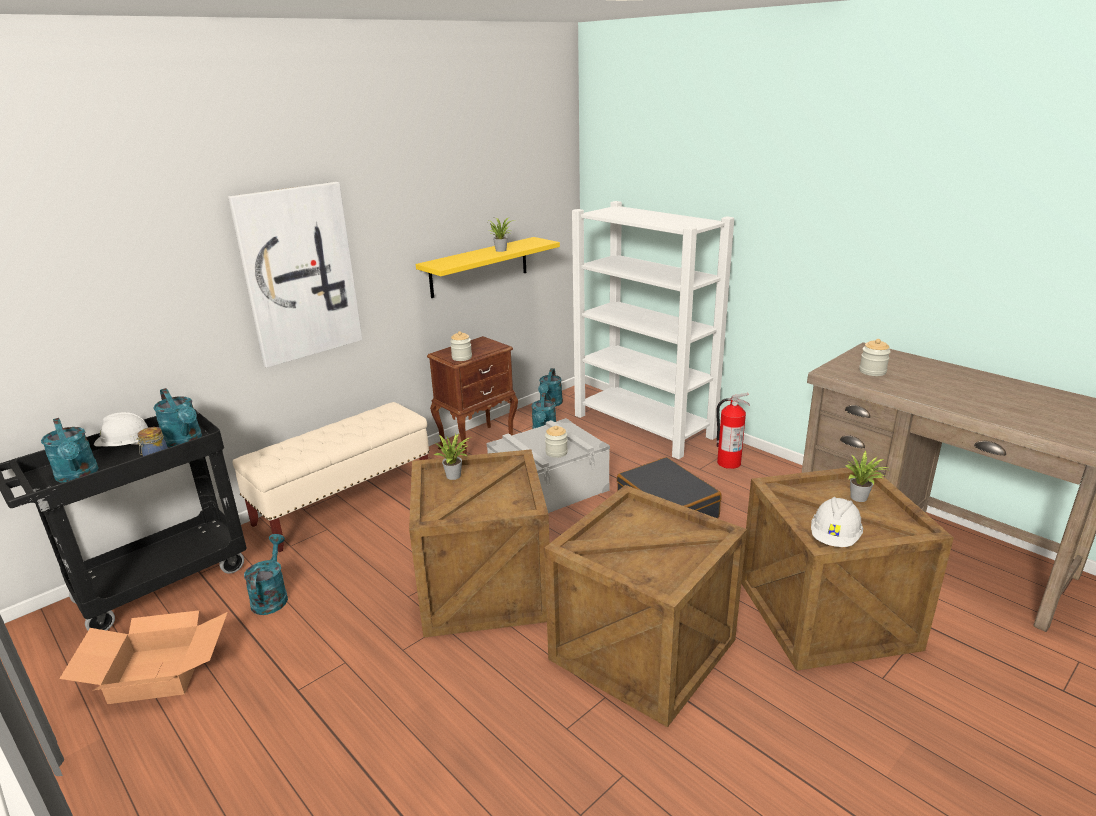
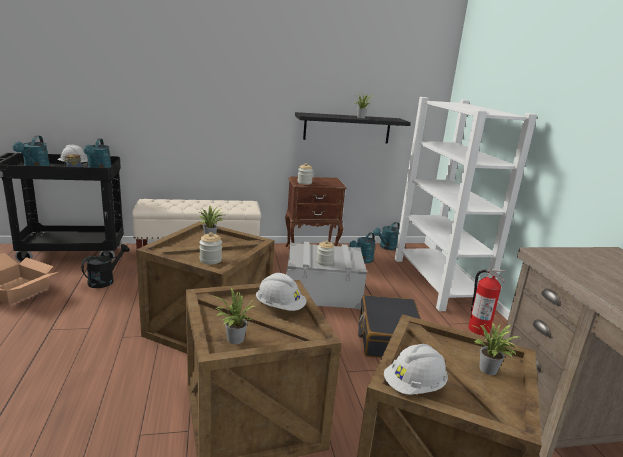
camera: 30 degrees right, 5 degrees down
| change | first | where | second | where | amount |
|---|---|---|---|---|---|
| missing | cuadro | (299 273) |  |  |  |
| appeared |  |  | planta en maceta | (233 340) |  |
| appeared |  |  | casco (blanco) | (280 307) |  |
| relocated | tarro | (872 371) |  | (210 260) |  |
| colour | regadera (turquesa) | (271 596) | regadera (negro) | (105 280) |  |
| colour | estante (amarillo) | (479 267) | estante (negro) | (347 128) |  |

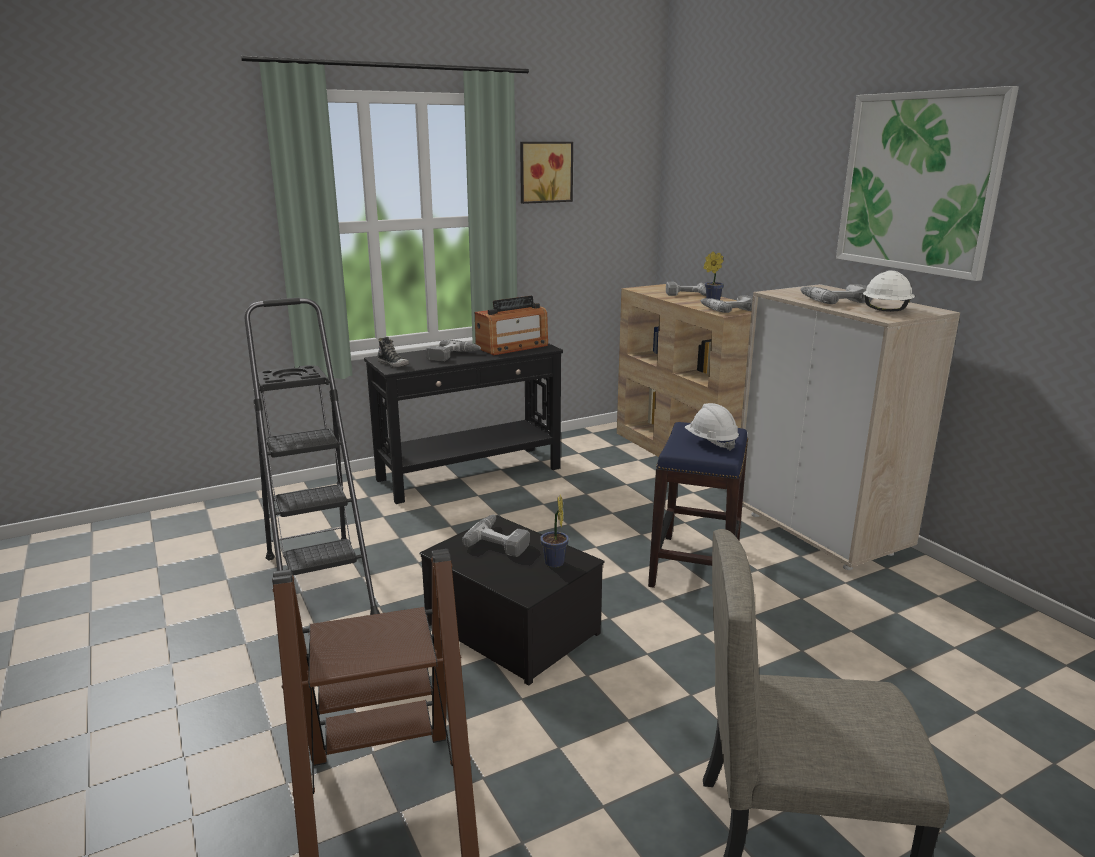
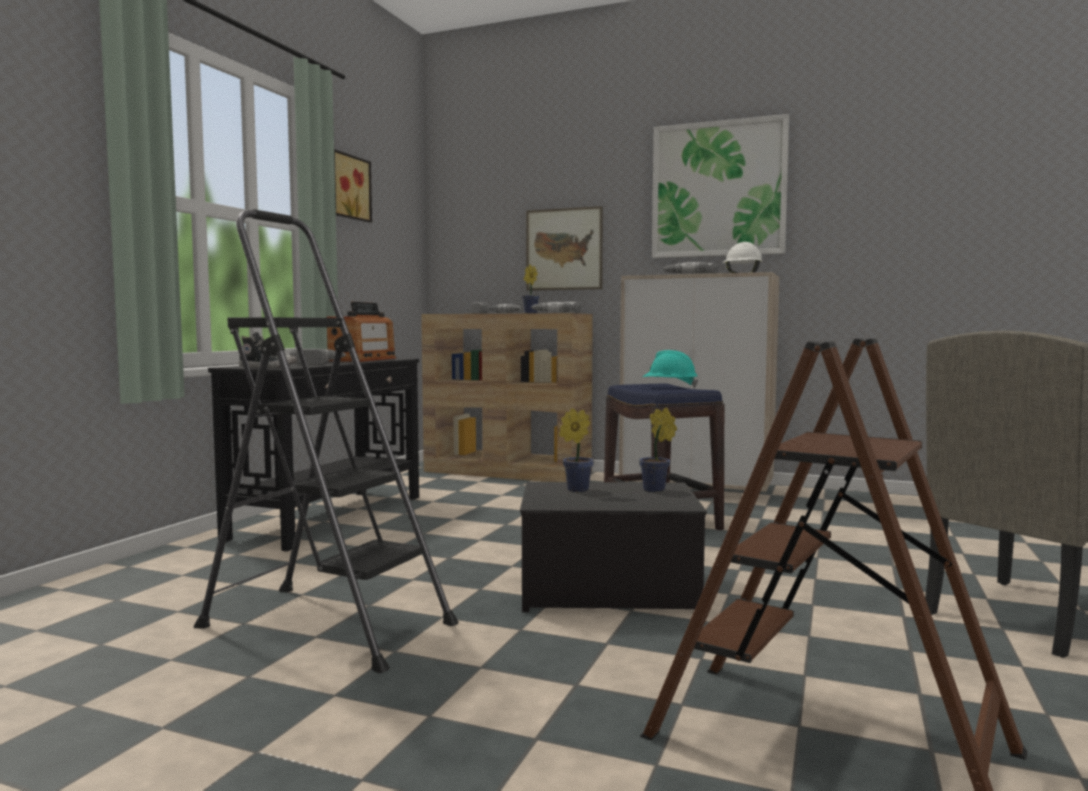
camera: 40 degrees left, 15 degrees down
| change | first | where | second | where | amount |
|---|---|---|---|---|---|
| appeared |  |  | cuadro | (564 249) |  |
| exchanged | taladro | (501 540) | planta en maceta | (575 490) |  |
| colour | casco (blanco) | (710 442) | casco (turquesa) | (669 387) |  |

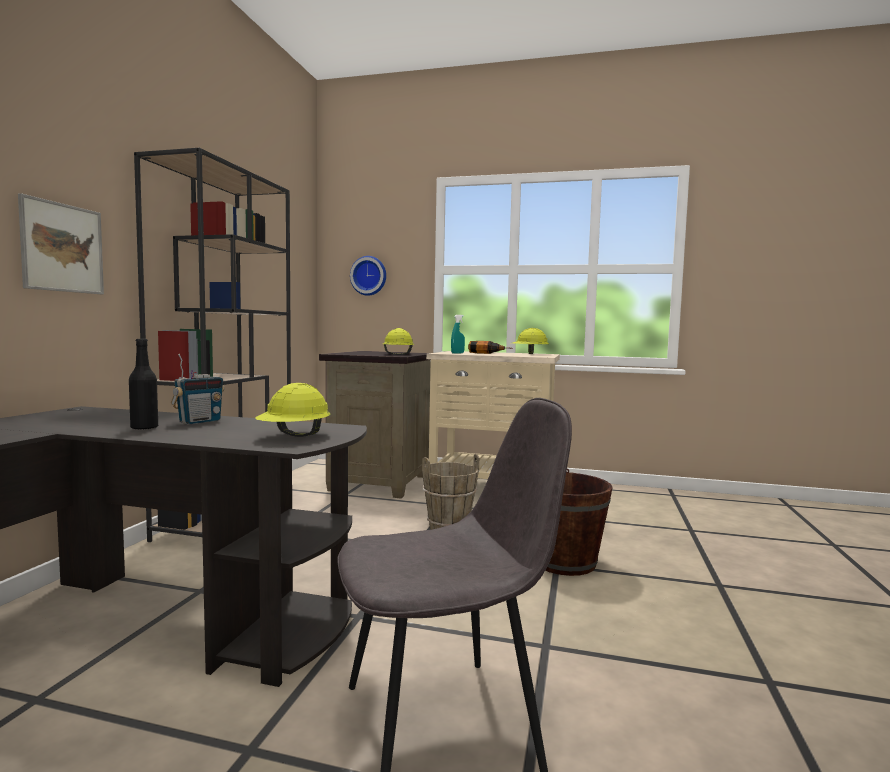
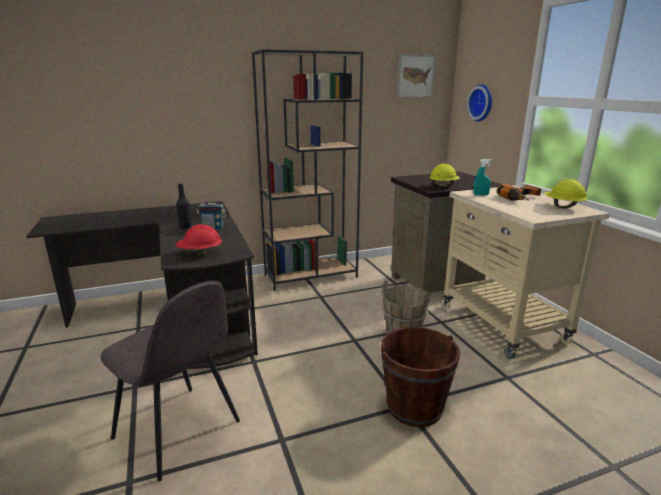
camera: 55 degrees right, 15 degrees up
| change | first | where | second | where | amount |
|---|---|---|---|---|---|
| relocated | cuadro | (62 248) |  | (415 76) |  |
| colour | casco (amarillo) | (294 436) | casco (rojo) | (200 253) |  |

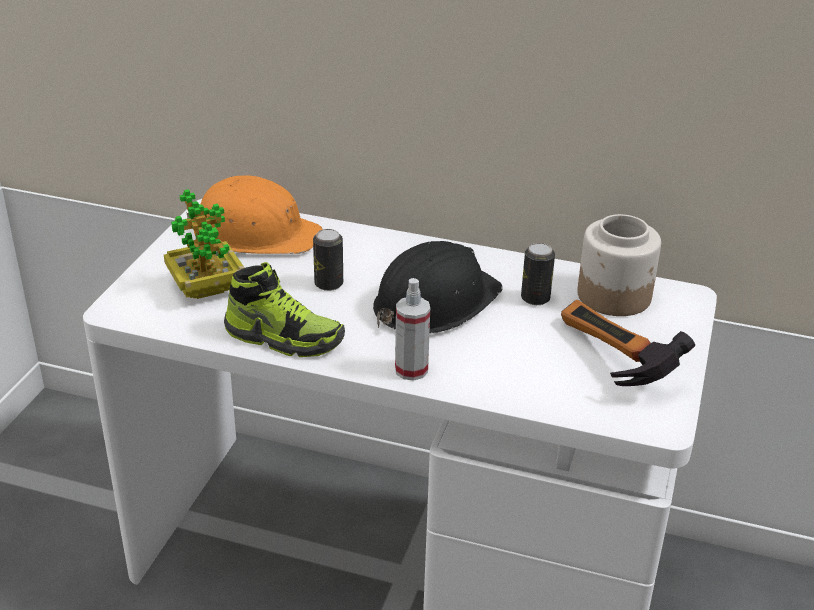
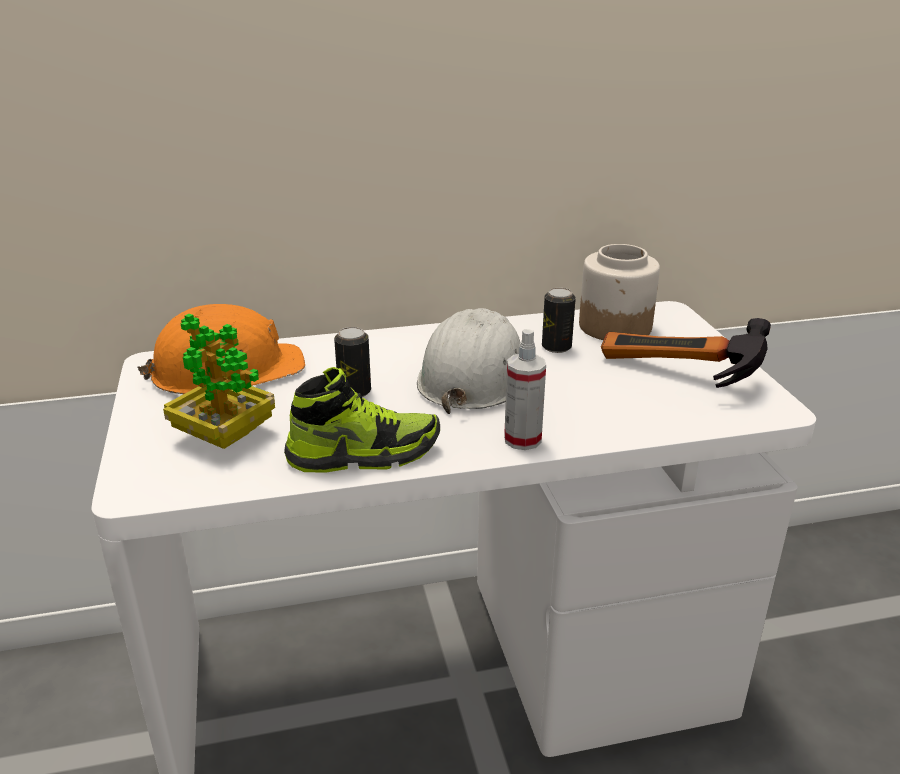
camera: 30 degrees left, 5 degrees down
| change | first | where | second | where | amount |
|---|---|---|---|---|---|
| colour | casco (negro) | (434 302) | casco (blanco) | (474 376) |  |

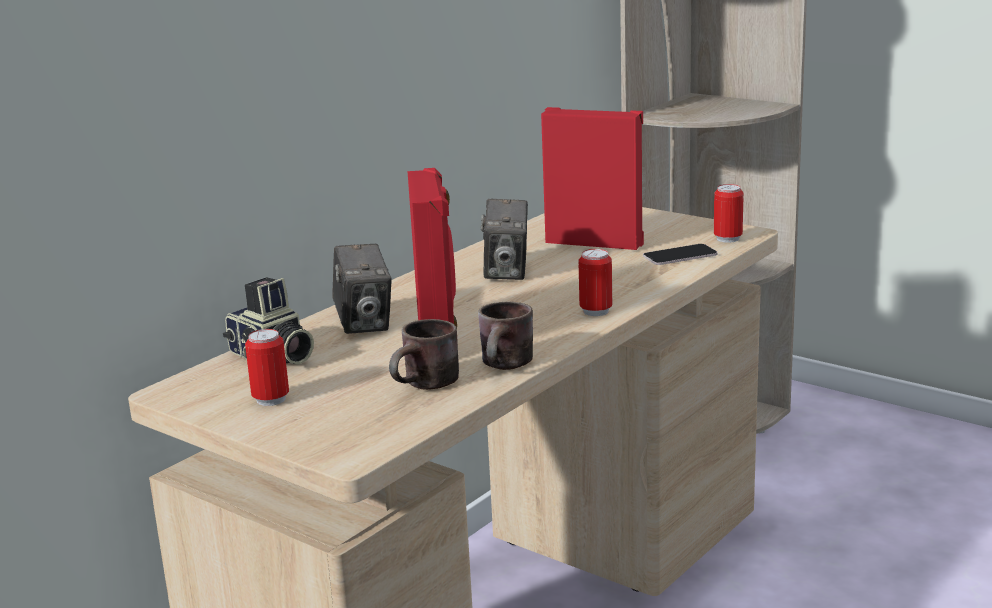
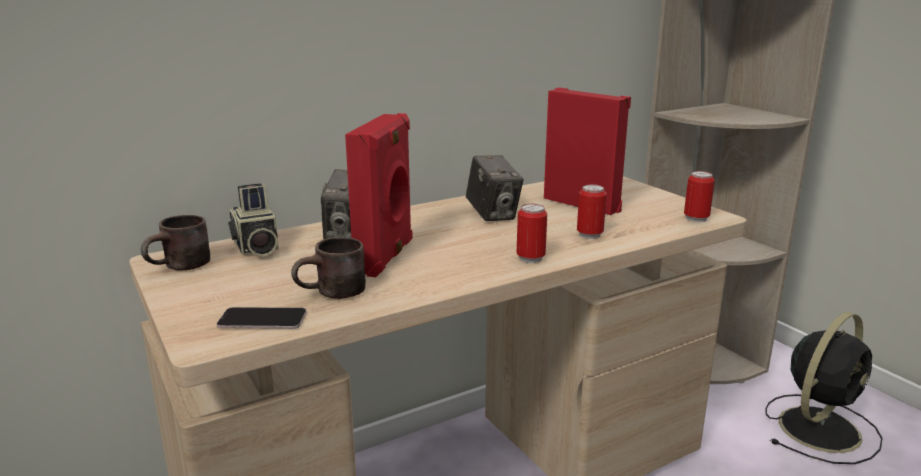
camera: 20 degrees right, 0 degrees up
| change | first | where | second | where | amount |
|---|---|---|---|---|---|
| appeared |  |  | ventilador (negro) | (820 428) |  |
| relocated | lata | (271 399) |  | (589 235) |  |
| relocated | taza grande (marrón) | (509 366) |  | (182 268) |  |
| relocated | móvil | (680 256) |  | (262 320) |  |
| spun | cámara | (507 272) |  | (493 215) | 45 degrees counterclockwise |

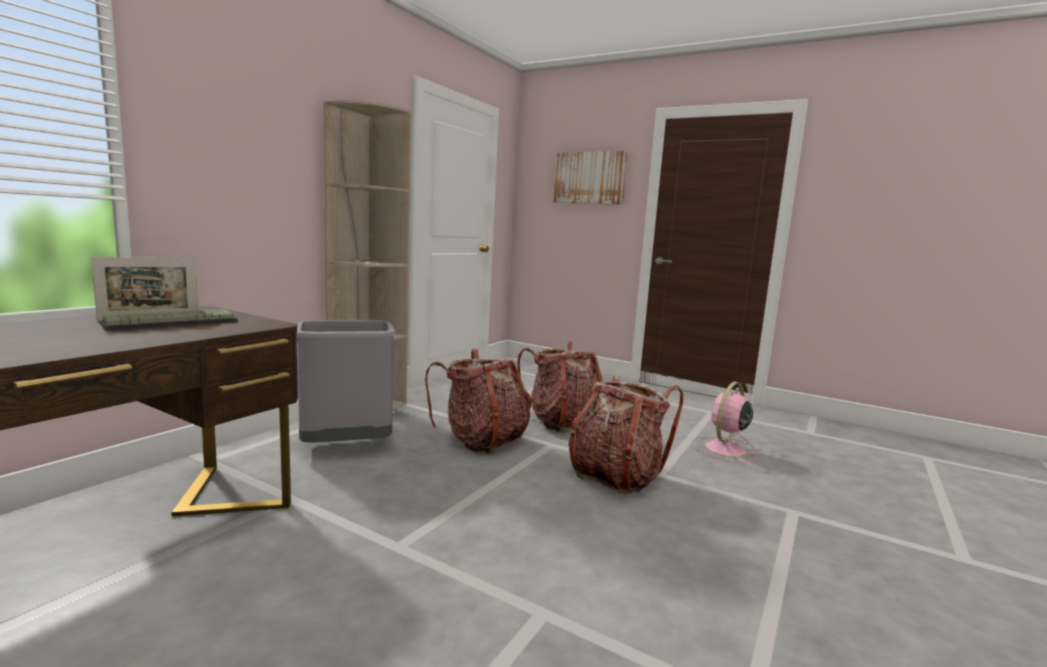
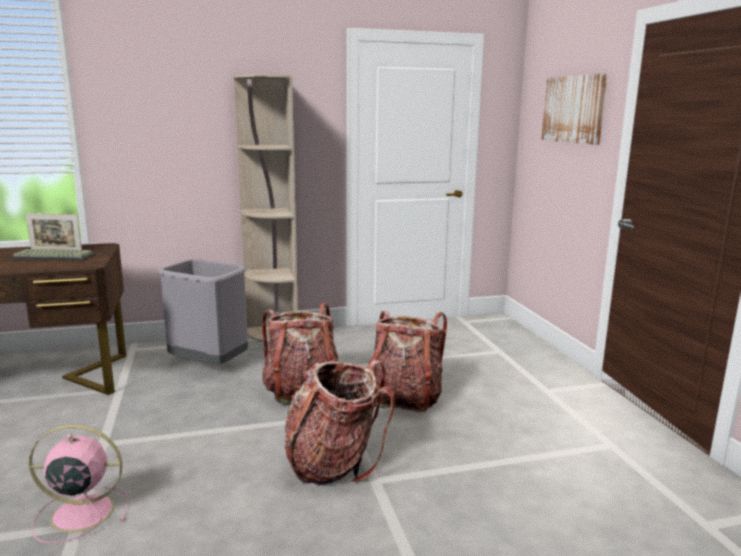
camera: 45 degrees right, 5 degrees up
| change | first | where | second | where | amount |
|---|---|---|---|---|---|
| relocated | ventilador (rosa) | (725 450) |  | (80 513) |  |

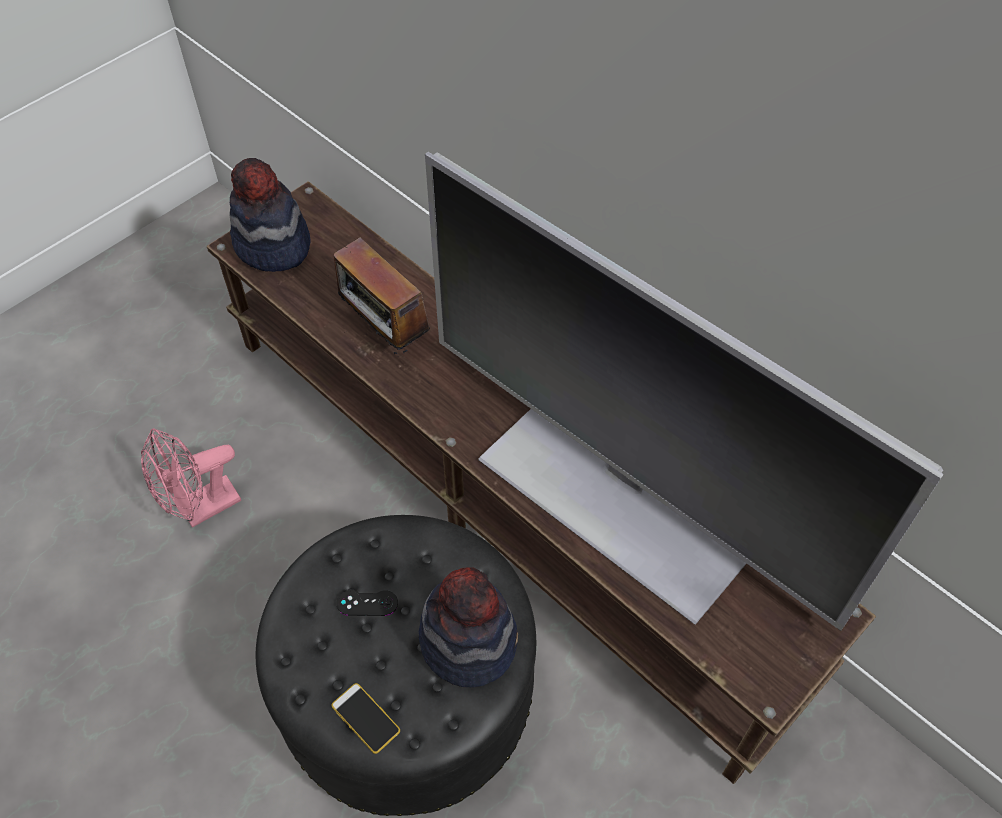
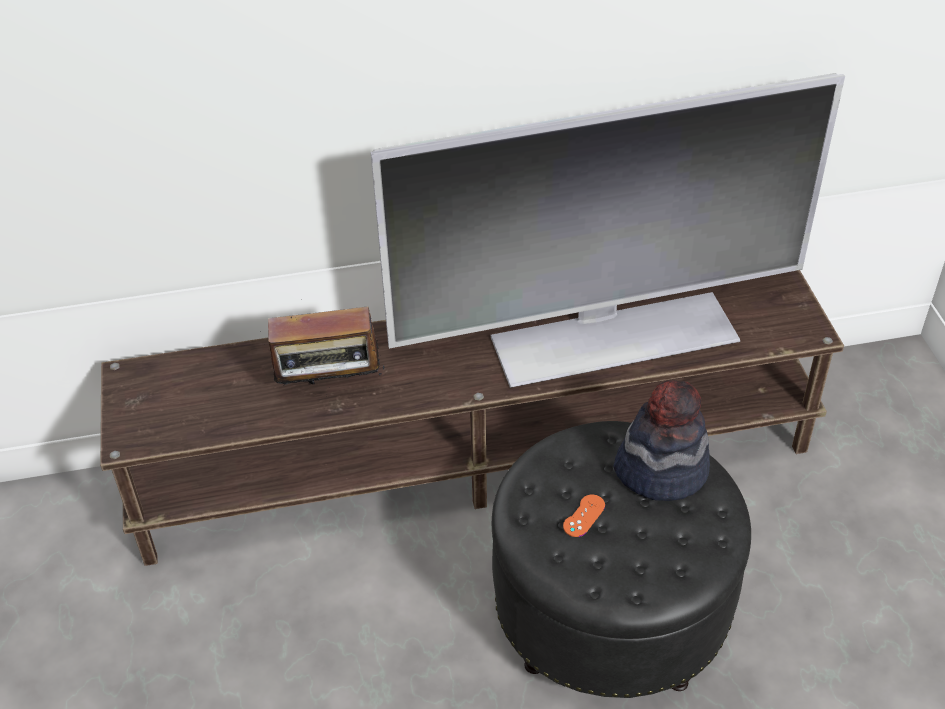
camera: 55 degrees left, 10 degrees down
| change | first | where | second | where | amount |
|---|---|---|---|---|---|
| missing | ventilador (rosa) | (201 509) |  |  |  |
| missing | sombrero | (272 246) |  |  |  |
| missing | móvil | (365 718) |  |  |  |
| colour | mando de consola (negro) | (367 603) | mando de consola (naranja) | (584 516) |  |

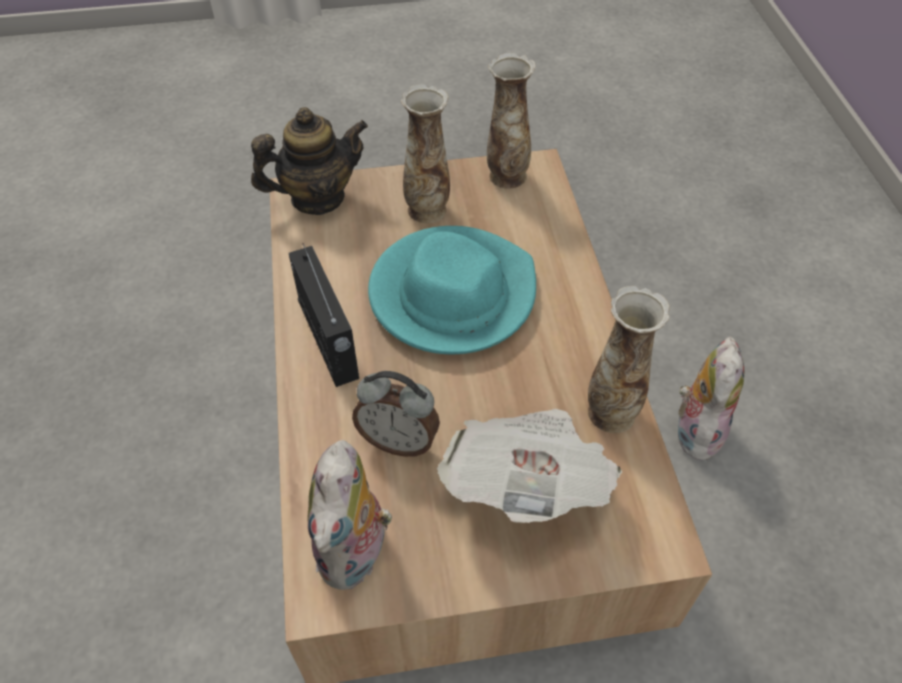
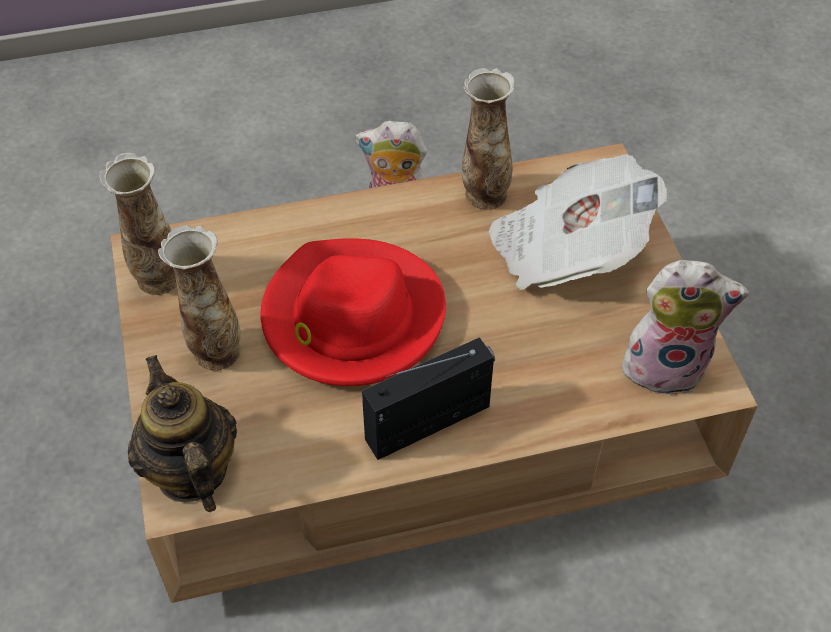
camera: 95 degrees left, 0 degrees up
| change | first | where | second | where | amount |
|---|---|---|---|---|---|
| missing | despertador | (399 440) |  |  |  |
| colour | sombrero (turquesa) | (452 294) | sombrero (rojo) | (351 317) |  |

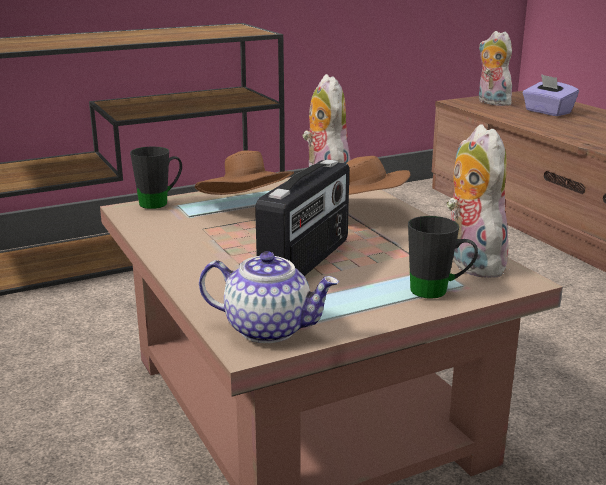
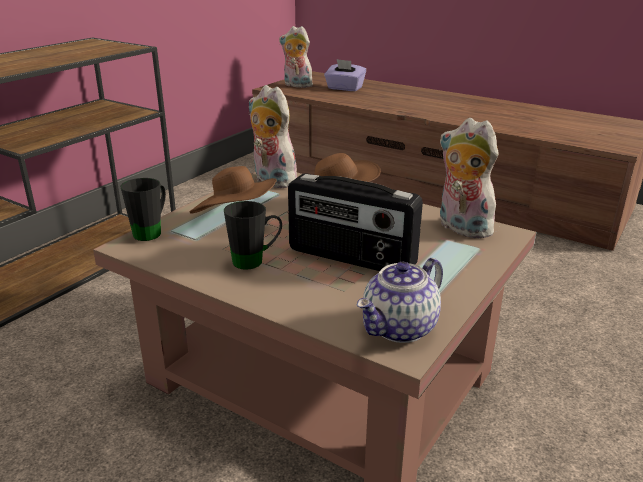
camera: 30 degrees left, 5 degrees up
| change | first | where | second | where | amount |
|---|---|---|---|---|---|
| relocated | taza grande (negro) | (438 291) |  | (255 261) |  |
| spun | tetera | (269 328) |  | (400 328) | 150 degrees clockwise |
| spun | radio | (307 262) |  | (350 258) | 120 degrees clockwise |

